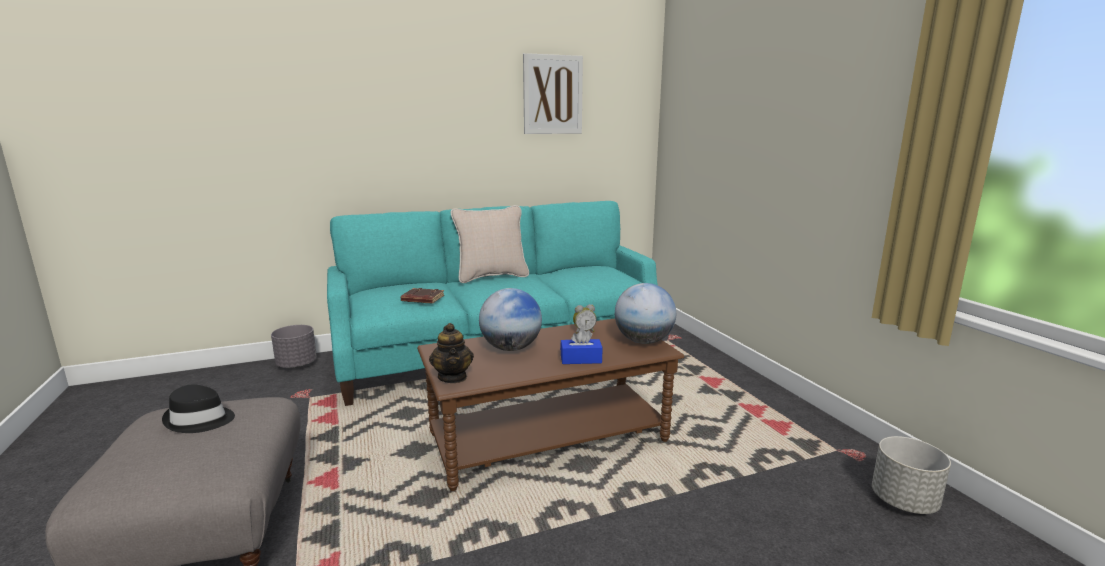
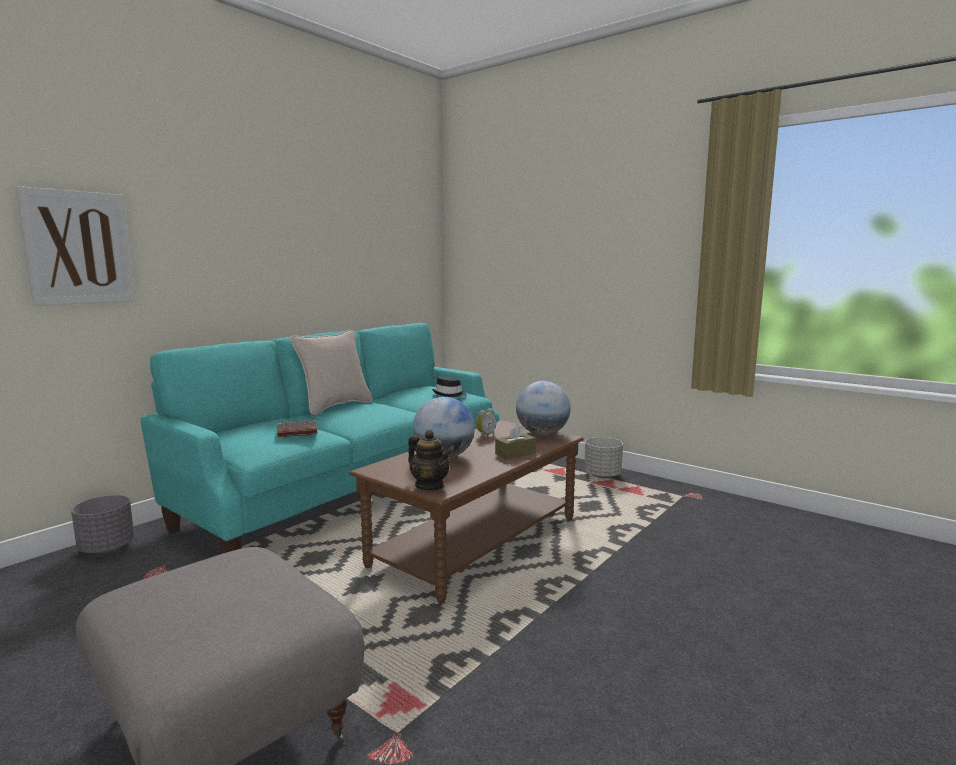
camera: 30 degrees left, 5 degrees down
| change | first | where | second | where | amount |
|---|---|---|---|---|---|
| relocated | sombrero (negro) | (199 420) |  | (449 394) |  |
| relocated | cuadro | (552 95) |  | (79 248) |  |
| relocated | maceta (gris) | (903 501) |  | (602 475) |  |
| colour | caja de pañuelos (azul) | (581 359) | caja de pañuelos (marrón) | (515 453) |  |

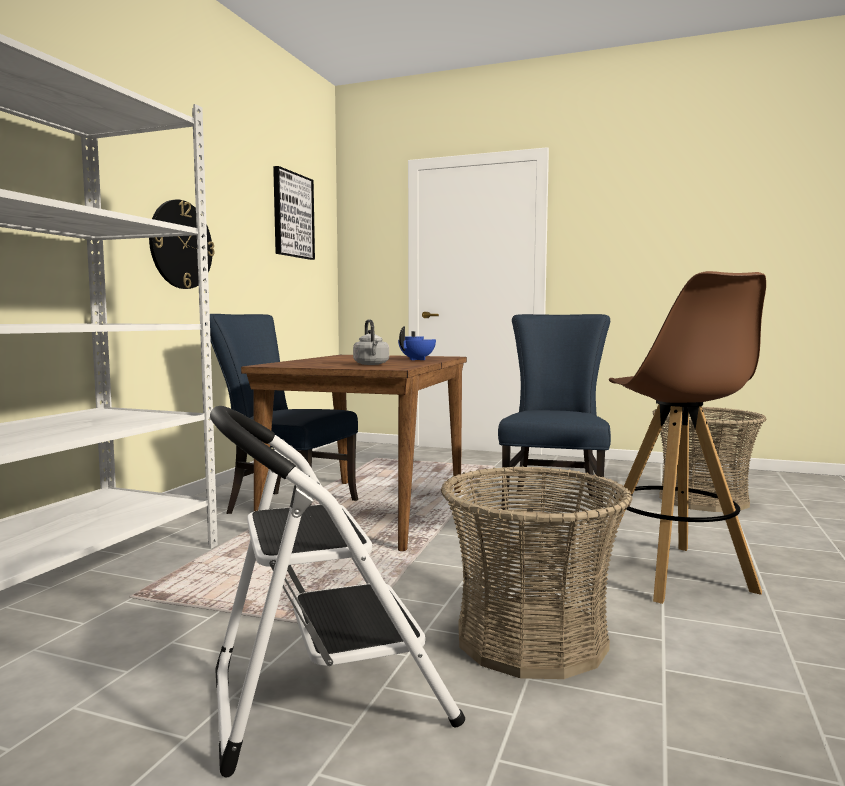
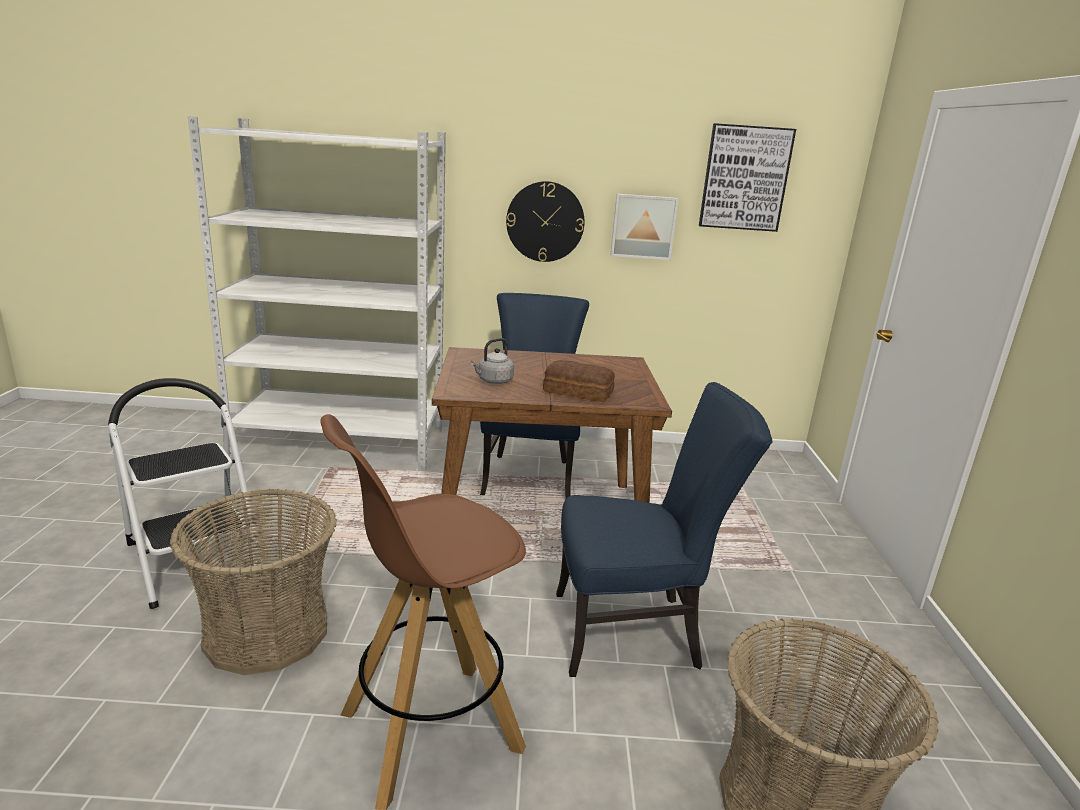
camera: 70 degrees right, 15 degrees up
| change | first | where | second | where | amount |
|---|---|---|---|---|---|
| appeared |  |  | cuadro | (643 226) |  |
| exchanged | tetera (azul) | (417 359) | pan | (578 392) |  |

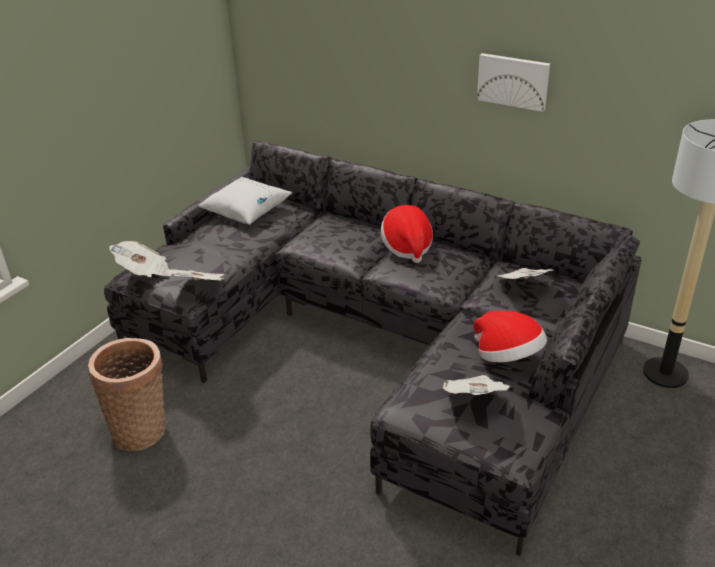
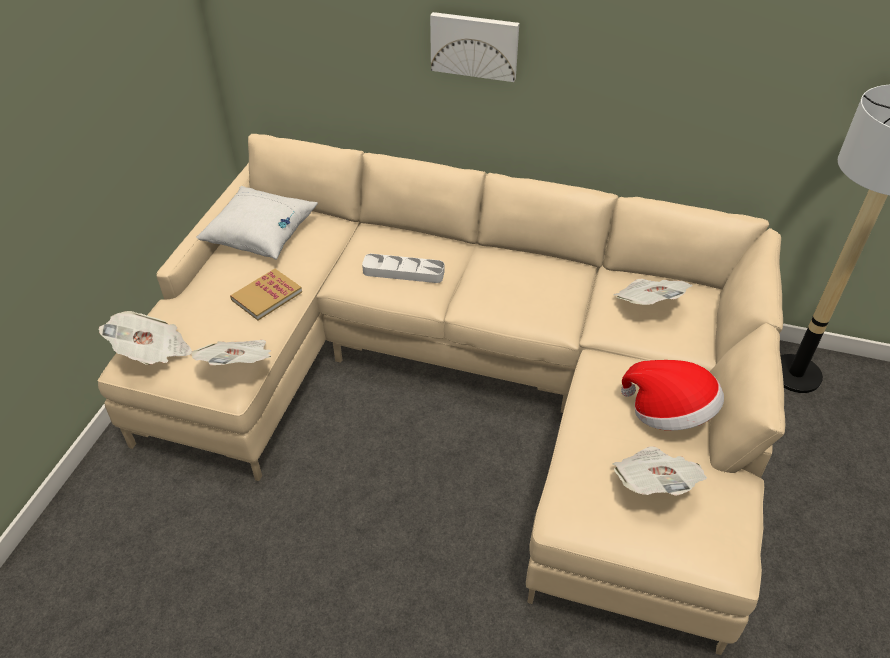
camera: 15 degrees left, 10 degrees up
| change | first | where | second | where | amount |
|---|---|---|---|---|---|
| missing | cesta | (142 430) |  |  |  |
| missing | sombrero | (407 247) |  |  |  |
| appeared |  |  | libro | (267 296) |  |
| appeared |  |  | bandeja (gris) | (403 272) |  |
| relocated | cuadro | (513 81) |  | (474 45) |  |
| colour | sofá (negro) | (381 342) | sofá (beis) | (465 383) |  |

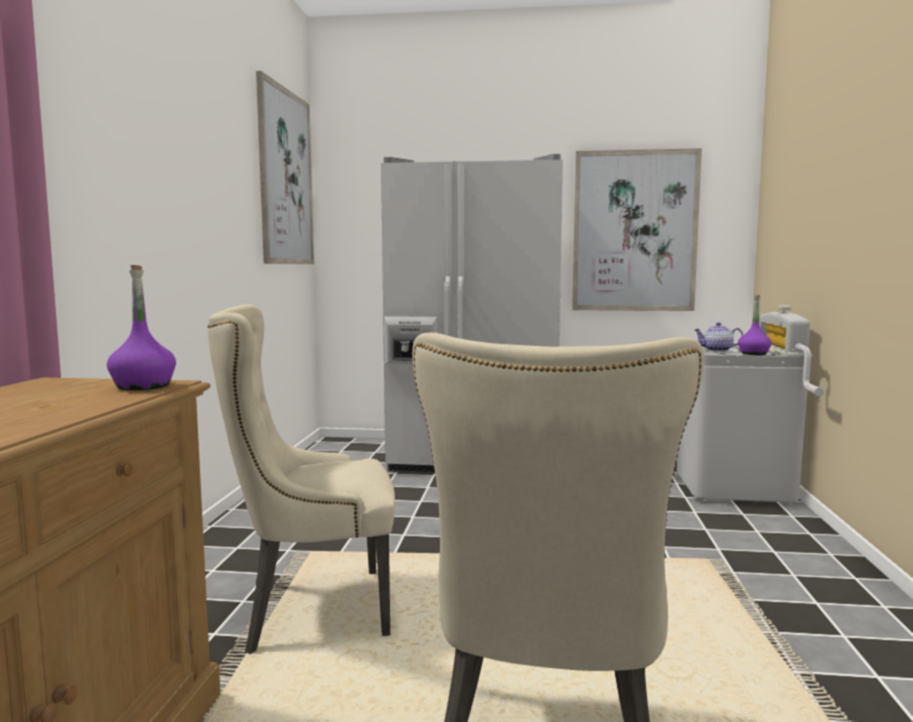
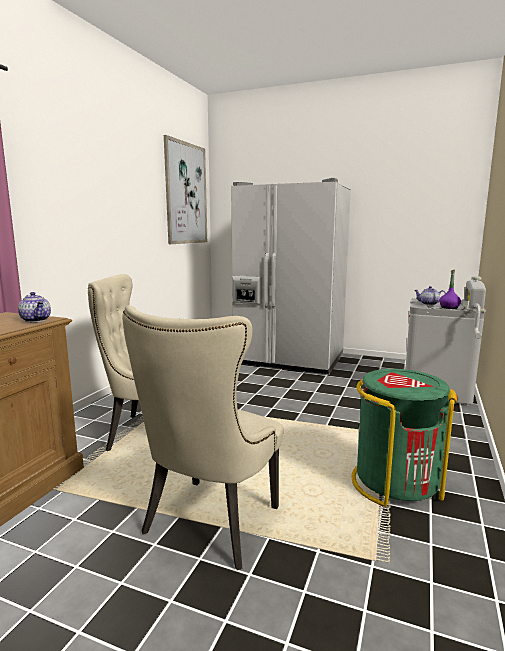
camera: 15 degrees right, 5 degrees up
| change | first | where | second | where | amount |
|---|---|---|---|---|---|
| missing | cuadro | (634 231) |  |  |  |
| appeared |  |  | papelera (verde) | (395 483) |  |
| exchanged | botella (morado) | (143 386) | tetera | (36 320) |  |

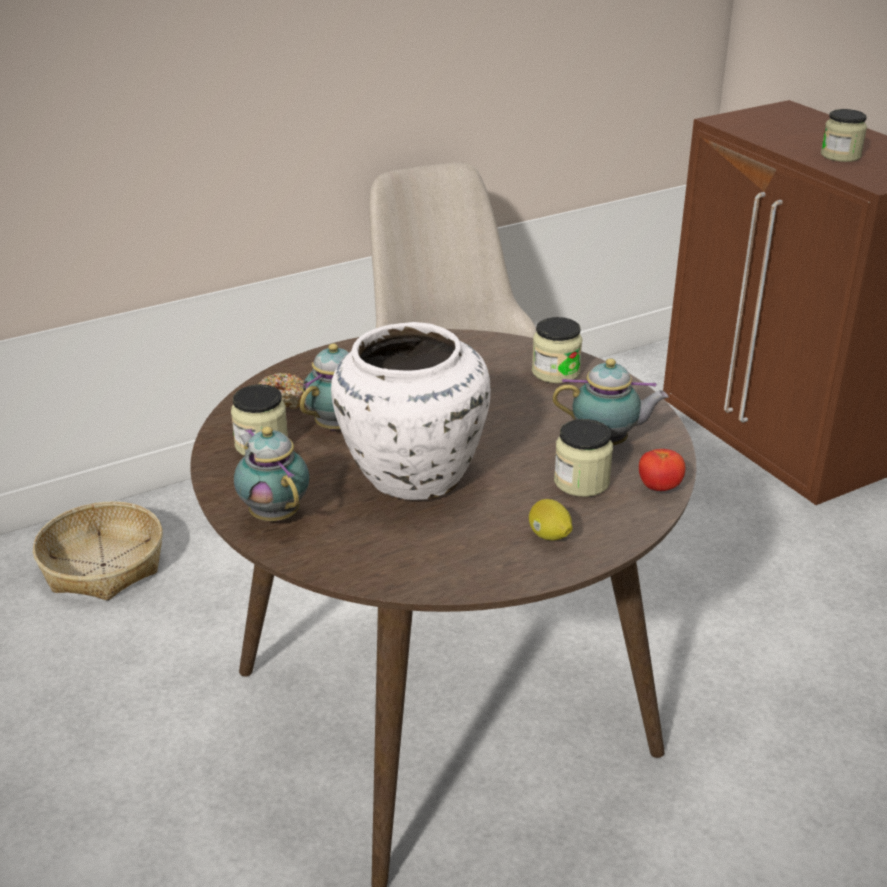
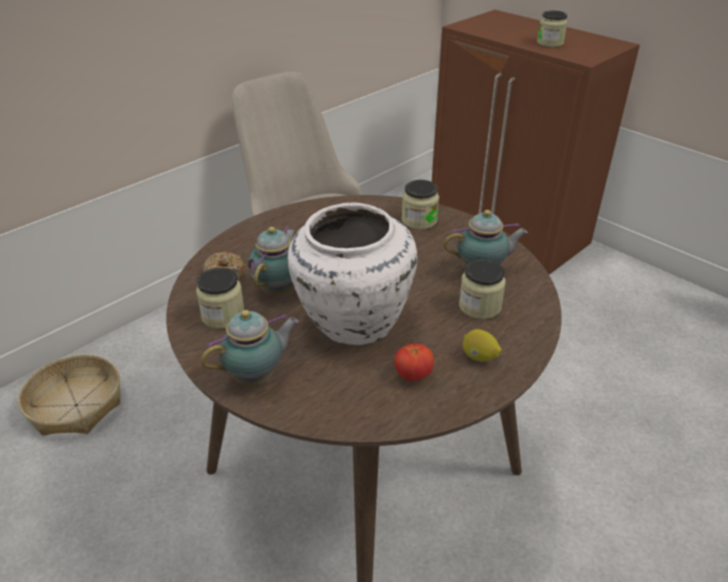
camera: 15 degrees left, 5 degrees up
| change | first | where | second | where | amount |
|---|---|---|---|---|---|
| relocated | tomate | (659 487) |  | (413 375) |  |
| spun | tetera | (274 513) |  | (257 376) | 105 degrees clockwise |

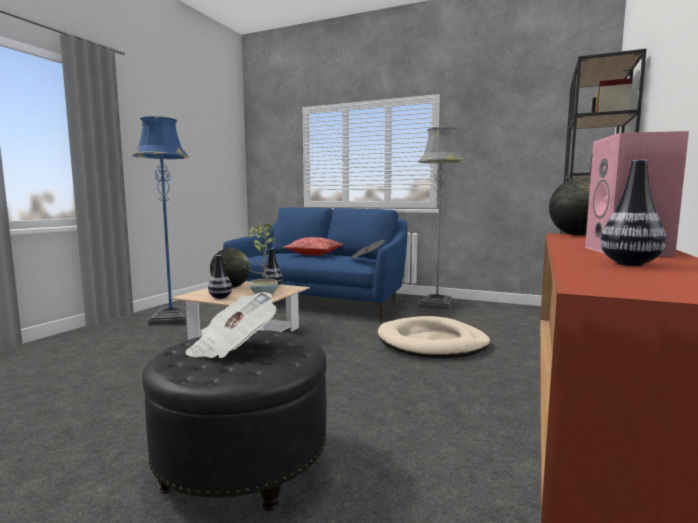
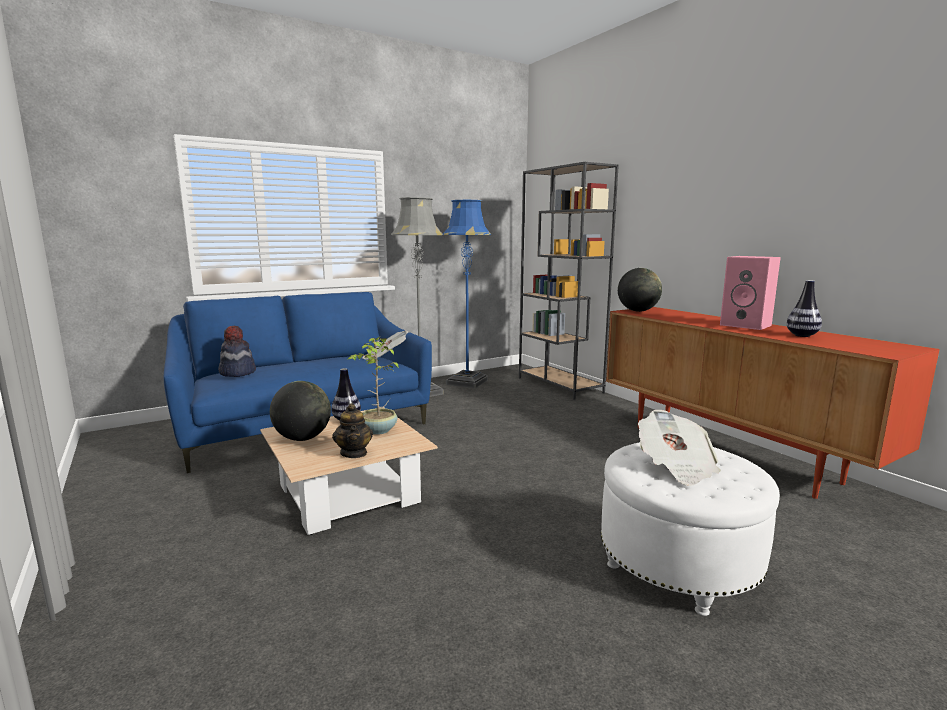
camera: 55 degrees left, 5 degrees up
| change | first | where | second | where | amount |
|---|---|---|---|---|---|
| missing | cojín | (314 254) |  |  |  |
| missing | cama para perro (beis) | (432 343) |  |  |  |
| appeared |  |  | sombrero | (237 372) |  |
| relocated | lámpara de pie (azul) | (171 320) |  | (467 382) |  |
| exchanged | florero | (220 297) | tetera | (354 453) |  |
| colour | puf (negro) | (242 464) | puf (blanco) | (678 566) |  |

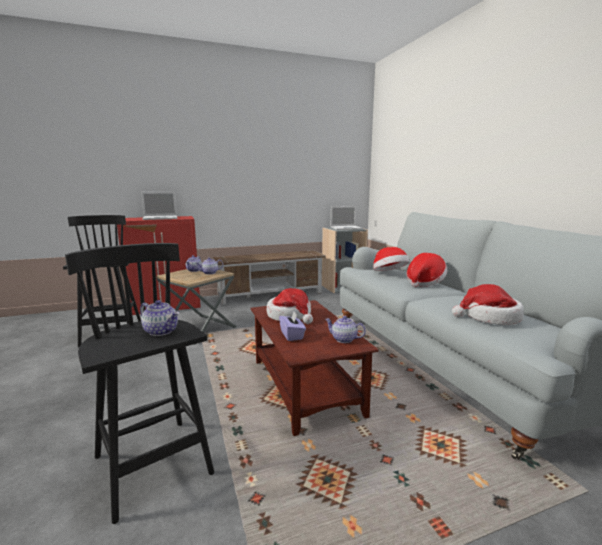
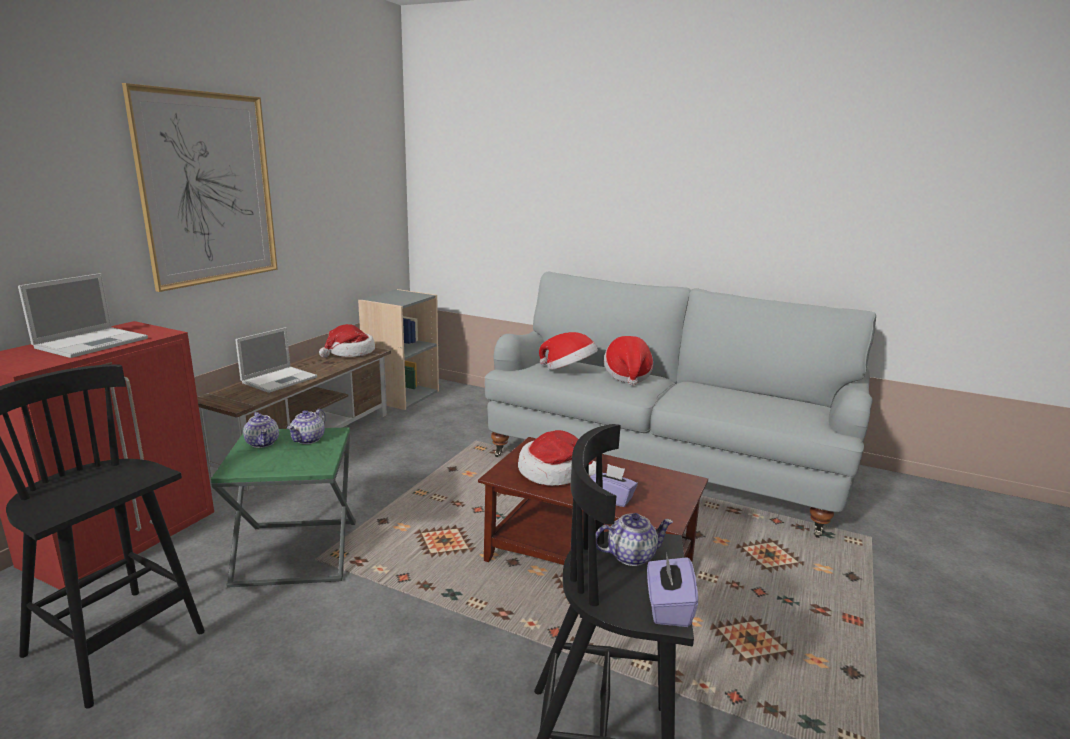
camera: 45 degrees left, 5 degrees up
| change | first | where | second | where | amount |
|---|---|---|---|---|---|
| missing | tetera | (343 339) |  |  |  |
| appeared |  |  | cuadro | (208 189) |  |
| appeared |  |  | caja de pañuelos (morado) | (668 607) |  |
| relocated | portátil | (346 228) |  | (280 379) |  |
| relocated | sombrero | (489 317) |  | (350 352) |  |
| colour | mesa auxiliar (marrón) | (199 329) | mesa auxiliar (verde) | (297 552) |  |

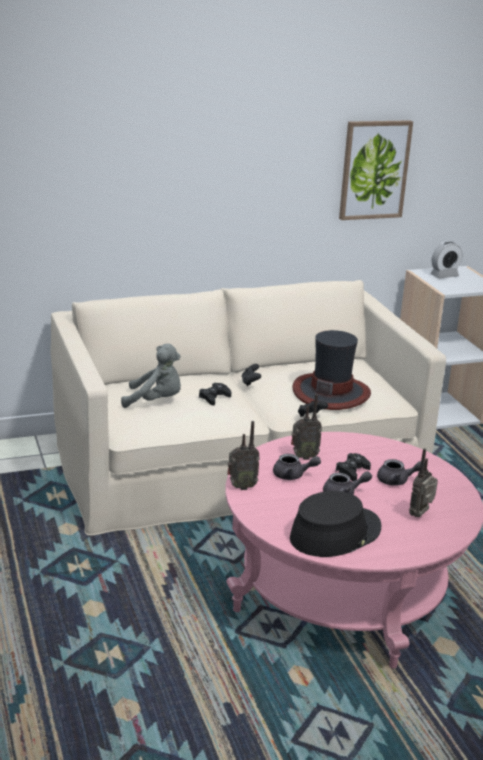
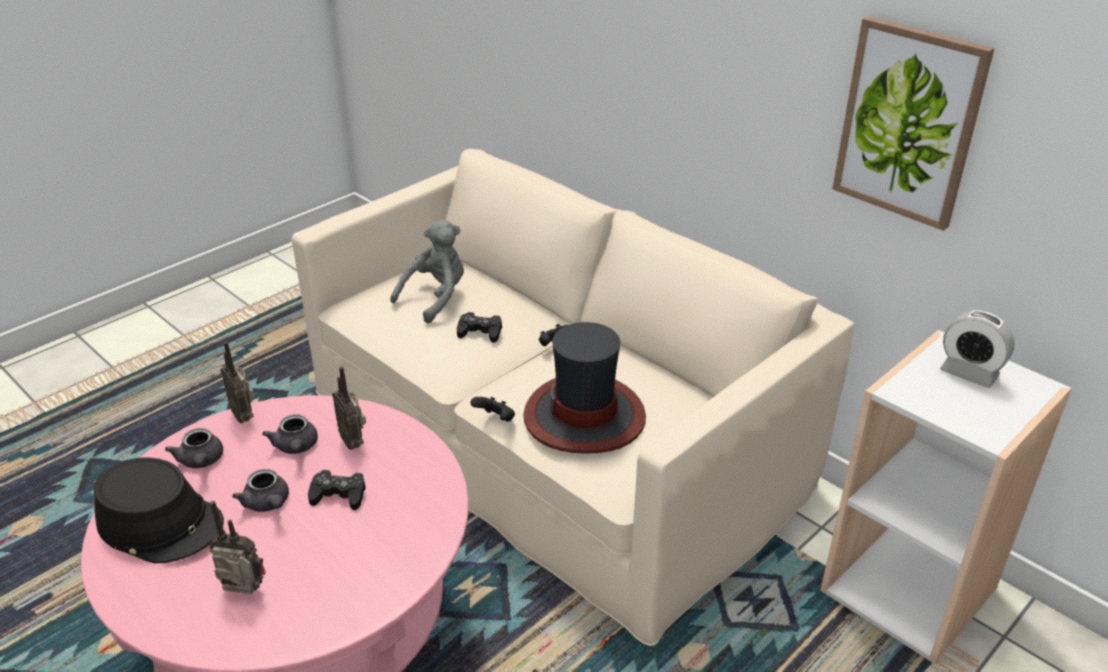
camera: 65 degrees right, 10 degrees up
| change | first | where | second | where | amount |
|---|---|---|---|---|---|
| relocated | tetera (gris) | (397 481) |  | (201 462) |  |
| spun | peluche (gris) | (155 401) |  | (436 298) | 120 degrees counterclockwise |

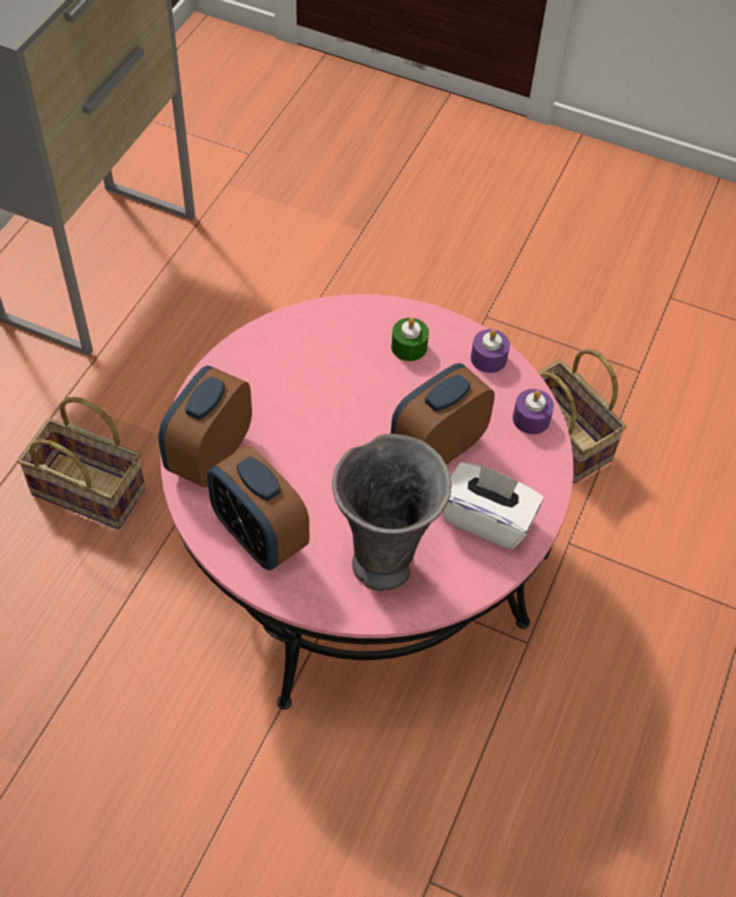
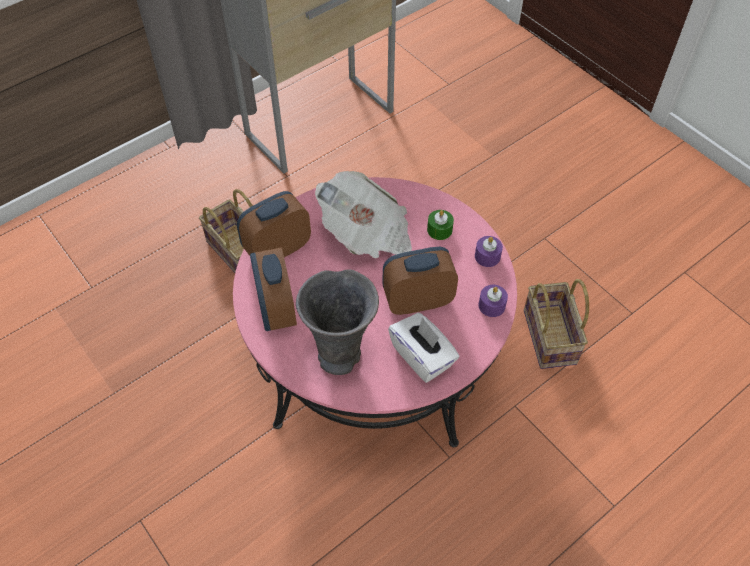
camera: 30 degrees right, 0 degrees up
| change | first | where | second | where | amount |
|---|---|---|---|---|---|
| appeared |  |  | periódico | (367 234) |  |

